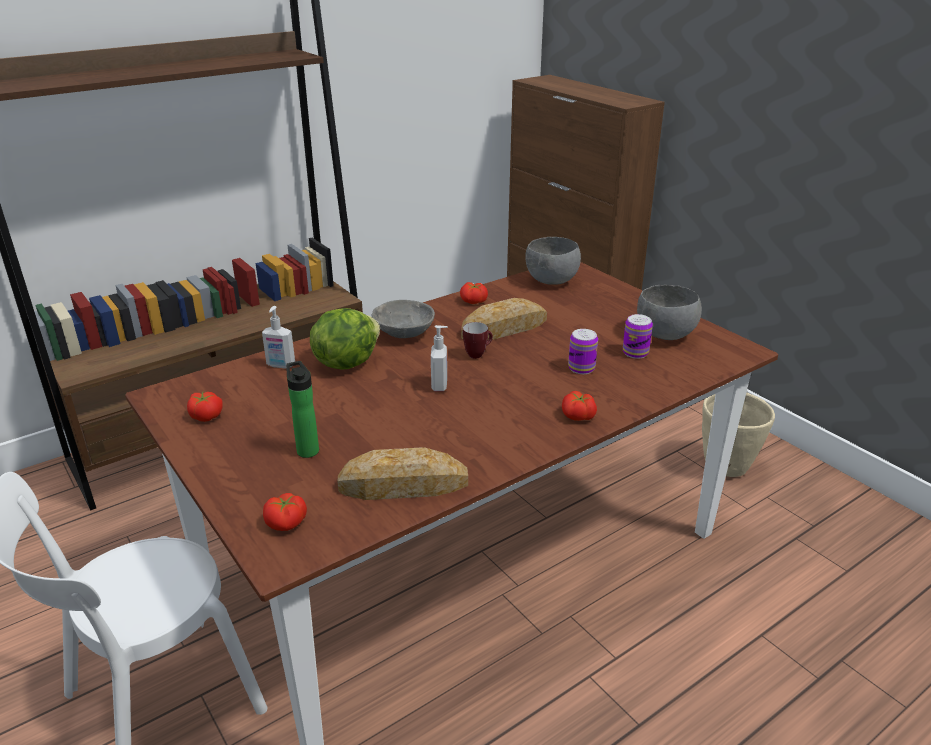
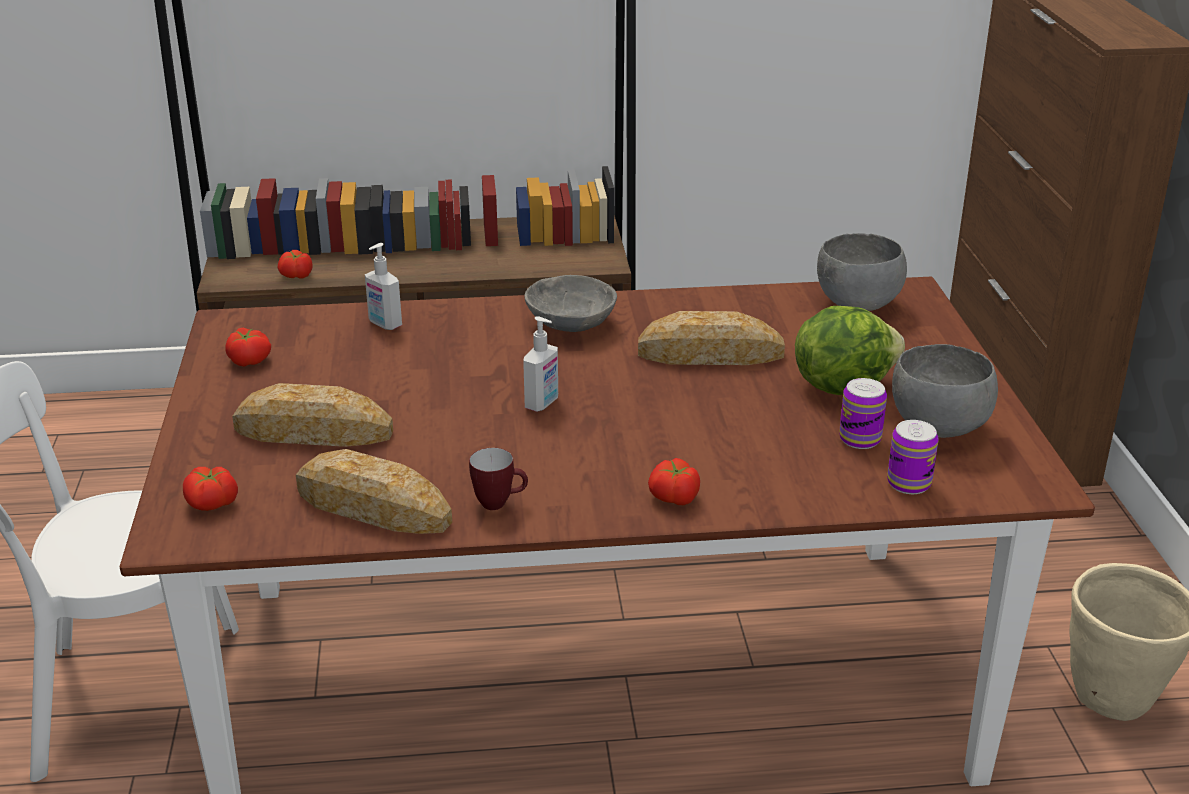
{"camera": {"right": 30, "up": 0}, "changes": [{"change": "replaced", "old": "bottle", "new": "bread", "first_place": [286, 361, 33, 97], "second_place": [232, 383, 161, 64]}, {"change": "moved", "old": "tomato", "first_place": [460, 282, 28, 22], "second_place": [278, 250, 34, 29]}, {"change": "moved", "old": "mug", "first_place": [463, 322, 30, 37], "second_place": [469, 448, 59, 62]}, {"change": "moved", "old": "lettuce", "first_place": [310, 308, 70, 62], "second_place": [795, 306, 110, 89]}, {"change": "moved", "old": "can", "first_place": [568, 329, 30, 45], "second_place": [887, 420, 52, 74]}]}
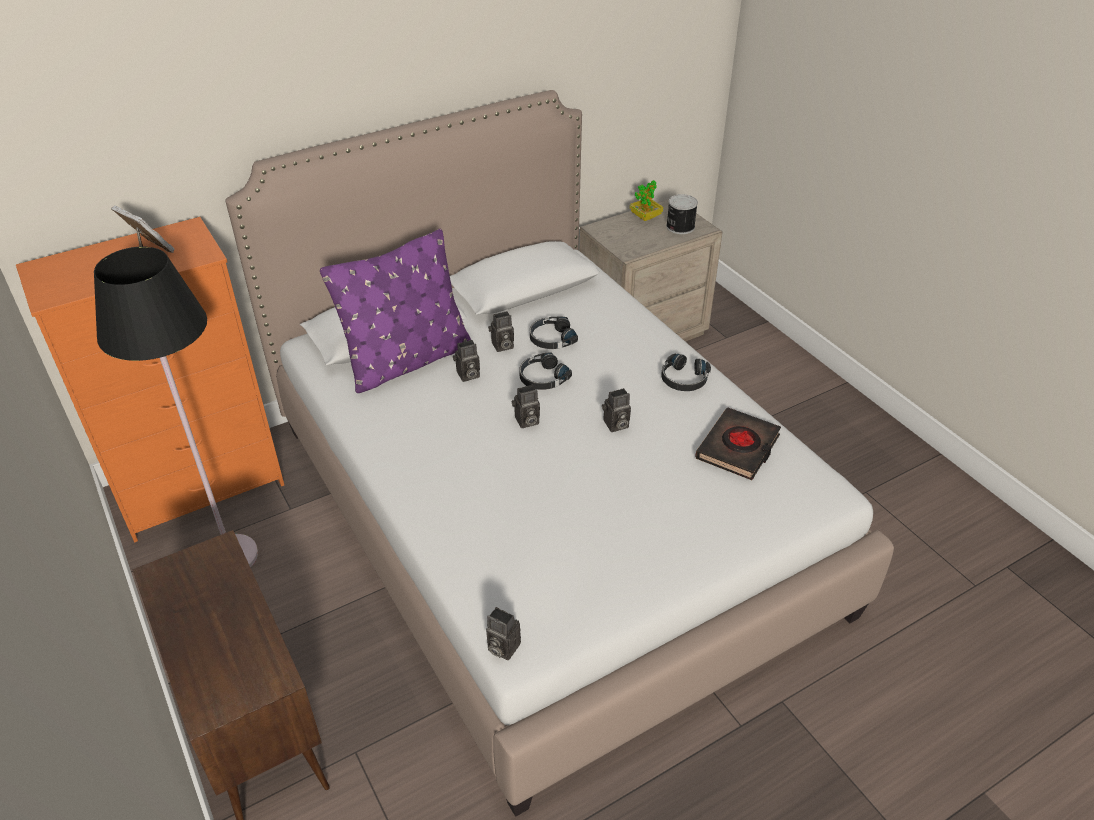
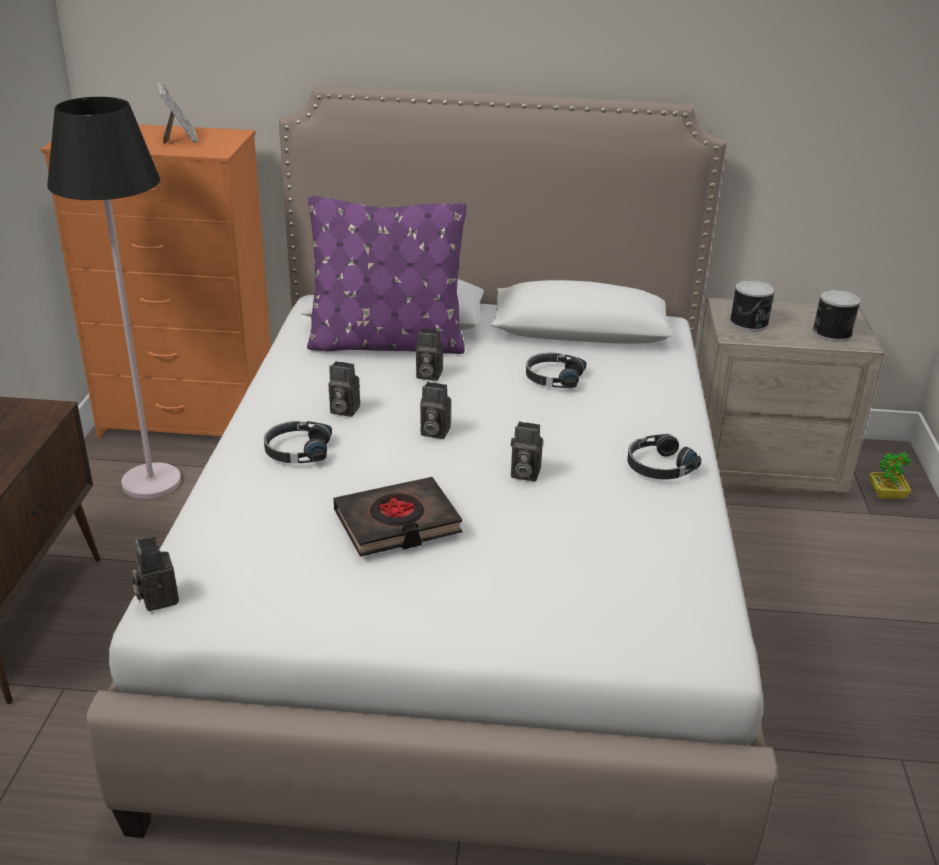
{"camera": {"right": 35, "up": -10}, "changes": [{"change": "moved", "old": "black headphones", "first_place": [519, 352, 53, 38], "second_place": [264, 421, 68, 42]}, {"change": "moved", "old": "photo camera", "first_place": [488, 311, 26, 41], "second_place": [328, 361, 32, 56]}, {"change": "moved", "old": "black book", "first_place": [695, 407, 86, 73], "second_place": [333, 477, 130, 80]}, {"change": "added", "new": "can", "second_place": [730, 280, 45, 51]}, {"change": "moved", "old": "potted plant", "first_place": [630, 180, 33, 41], "second_place": [869, 452, 42, 47]}]}
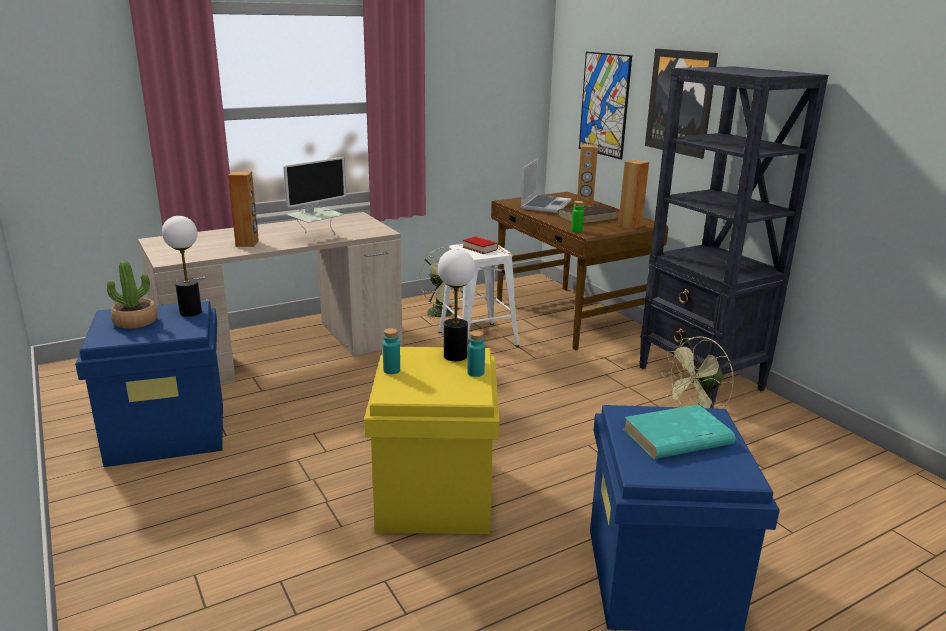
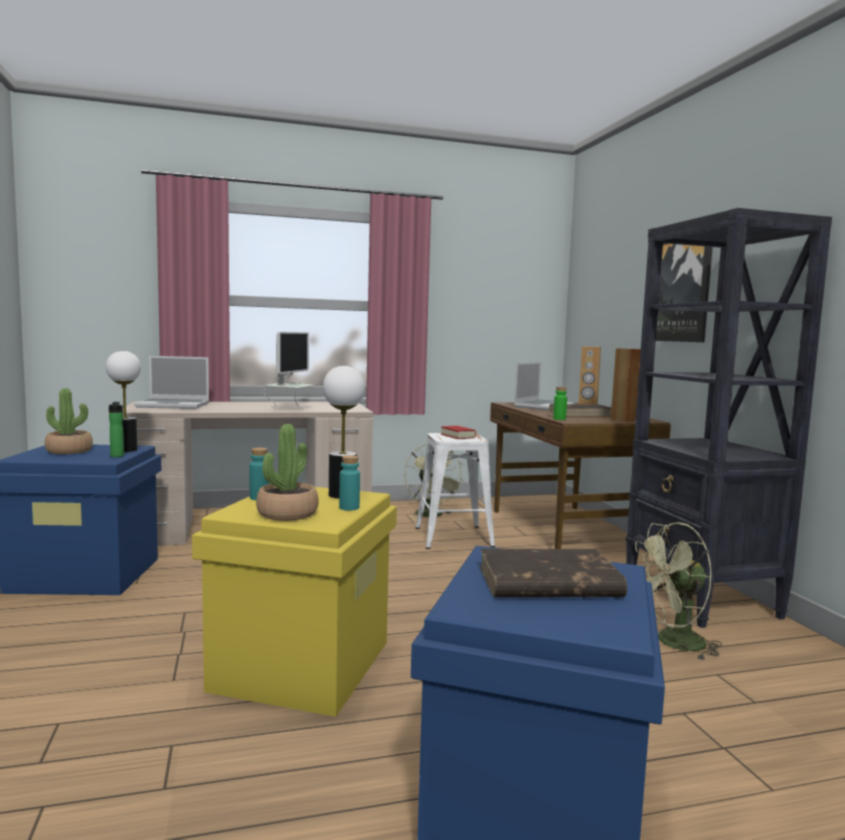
{"camera": {"right": 15, "up": -15}, "changes": [{"change": "added", "new": "bottle", "second_place": [109, 402, 15, 55]}, {"change": "added", "new": "laptop", "second_place": [134, 356, 75, 53]}, {"change": "added", "new": "potted plant", "second_place": [256, 424, 63, 97]}, {"change": "turned", "old": "monitor", "first_place": [283, 157, 63, 77], "second_place": [263, 332, 52, 75], "degrees": -45}, {"change": "recoloured", "old": "turquoise book", "new": "brown book", "first_place": [624, 404, 111, 55], "second_place": [479, 549, 148, 48]}, {"change": "removed", "old": "brown speaker", "first_place": [228, 171, 31, 76]}, {"change": "removed", "old": "picture", "first_place": [579, 52, 53, 107]}]}
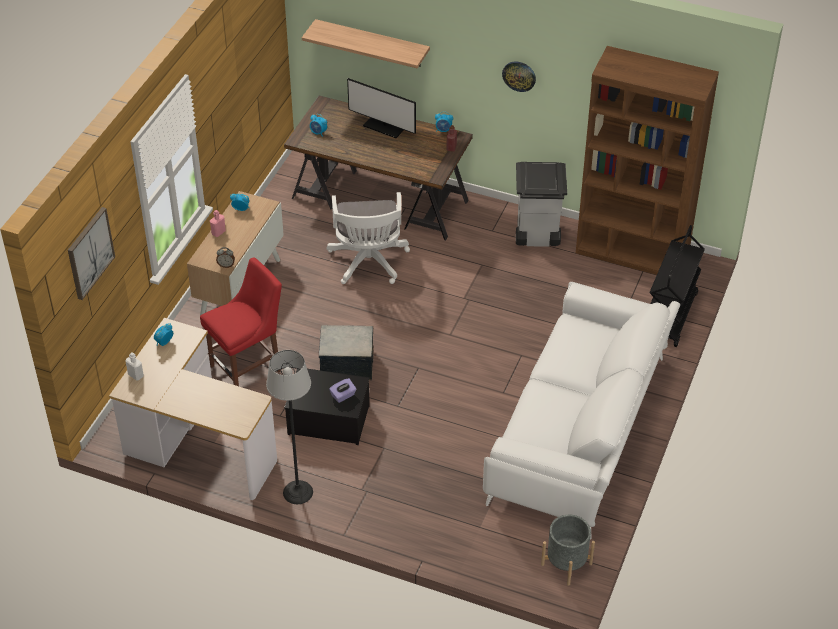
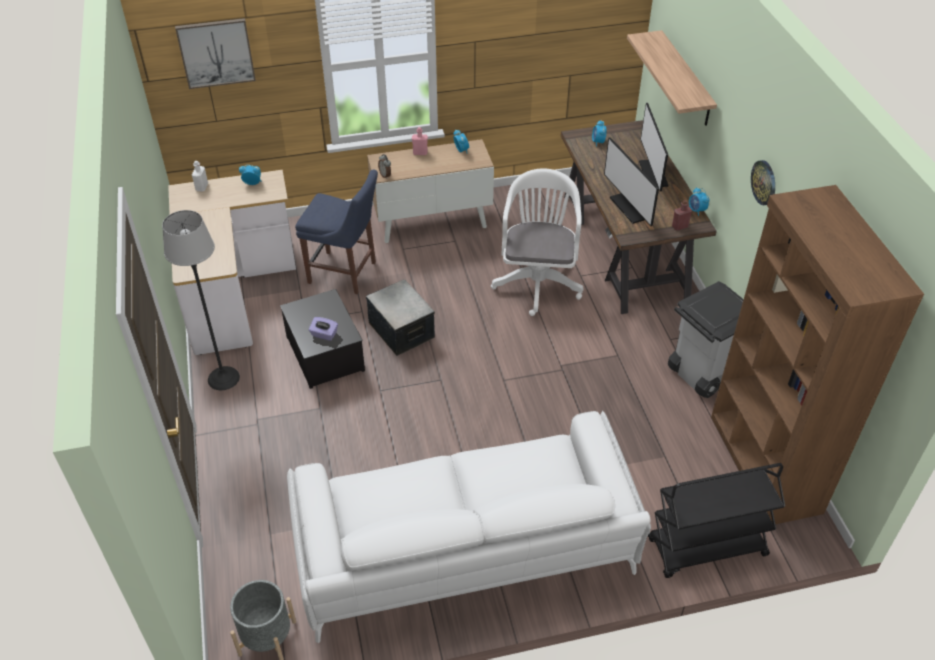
{"camera": {"right": 55, "up": 0}, "changes": [{"change": "recoloured", "old": "red chair", "new": "blue chair", "first_place": [200, 257, 82, 129], "second_place": [295, 170, 83, 124]}, {"change": "turned", "old": "white office chair", "first_place": [327, 192, 83, 92], "second_place": [491, 168, 92, 148], "degrees": 135}, {"change": "added", "new": "monitor", "second_place": [604, 137, 55, 89]}]}
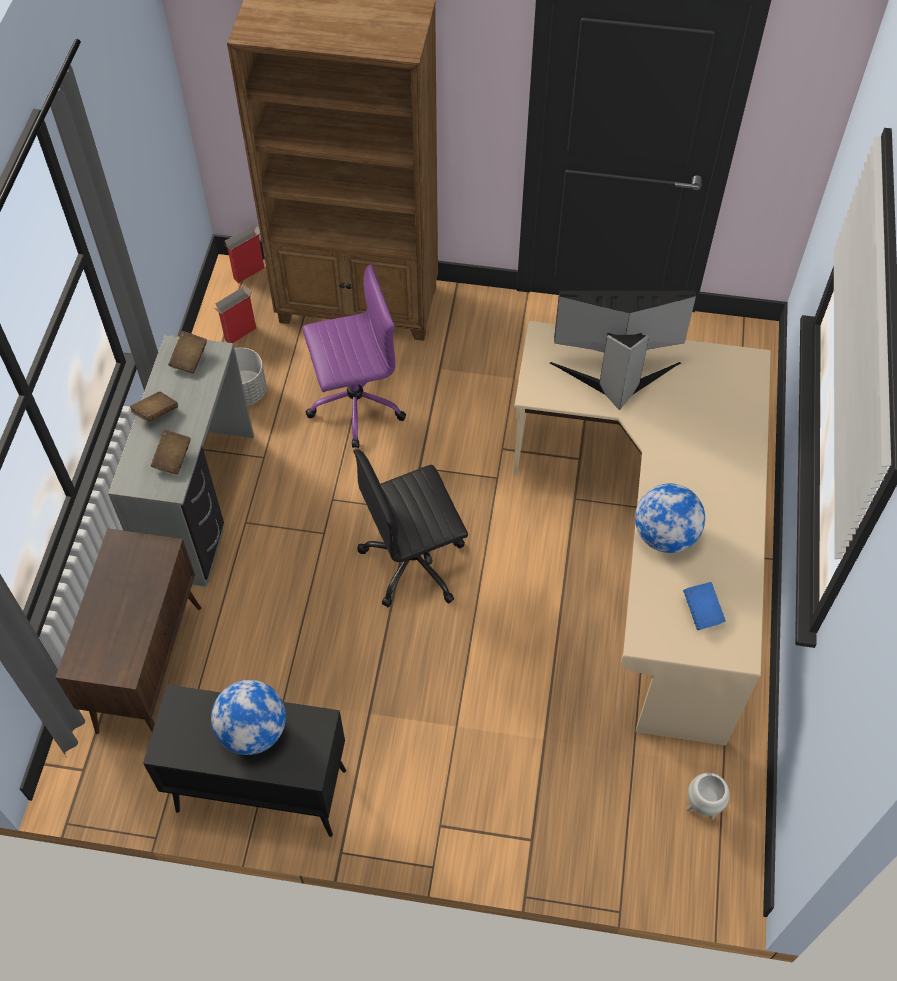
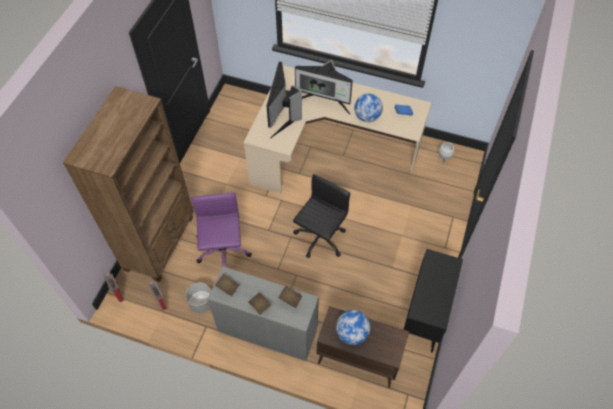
{"camera": {"right": -80, "up": 0}, "changes": [{"change": "turned", "old": "black office chair", "first_place": [353, 449, 115, 159], "second_place": [293, 174, 57, 84], "degrees": -135}, {"change": "added", "new": "monitor", "second_place": [295, 60, 58, 54]}, {"change": "moved", "old": "globe", "first_place": [211, 680, 75, 75], "second_place": [336, 310, 35, 35]}]}
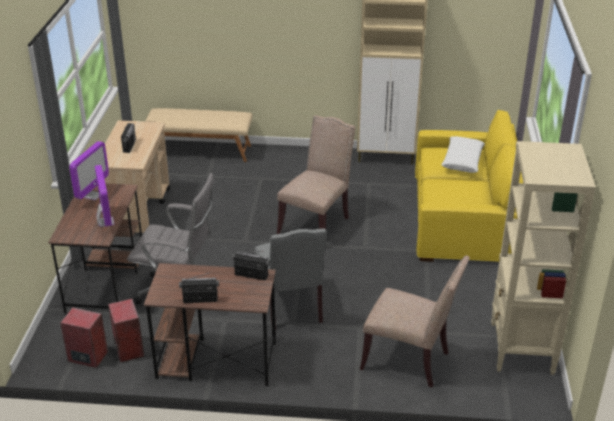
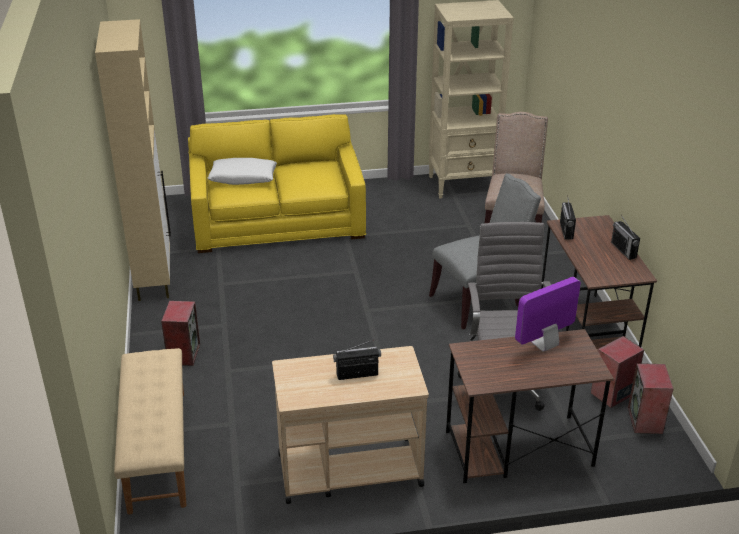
{"camera": {"right": -105, "up": 0}, "changes": [{"change": "added", "new": "speaker", "second_place": [161, 301, 39, 65]}, {"change": "removed", "old": "monitor", "first_place": [69, 141, 40, 59]}, {"change": "removed", "old": "beige chair", "first_place": [277, 115, 78, 119]}]}
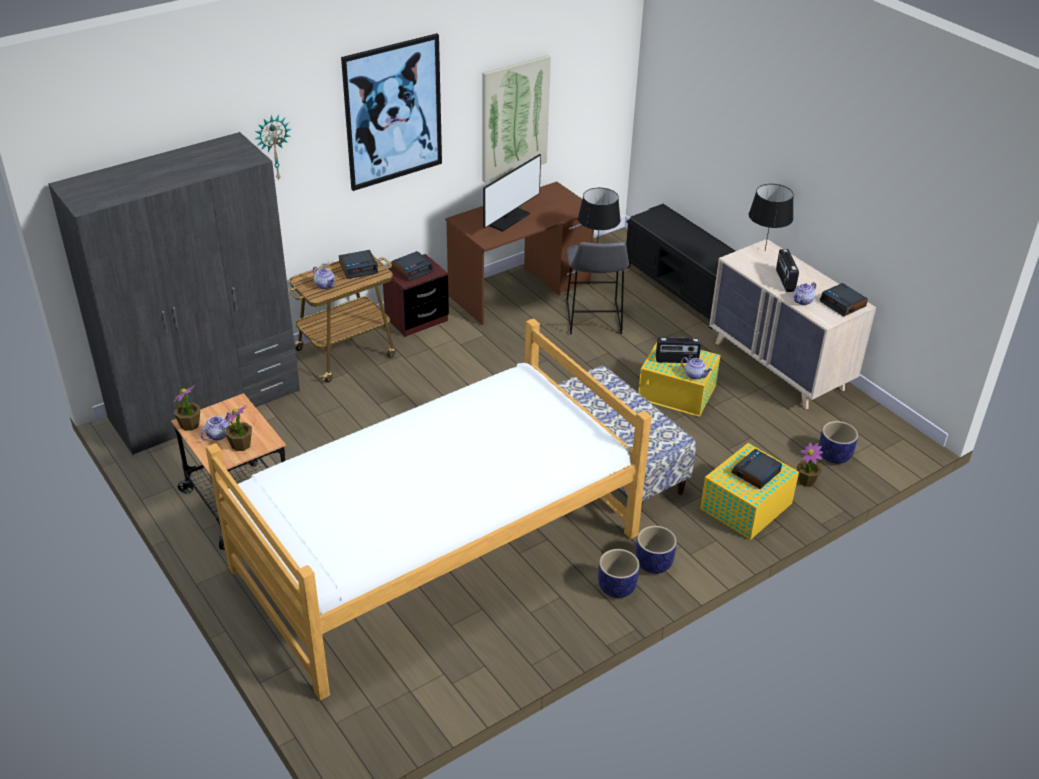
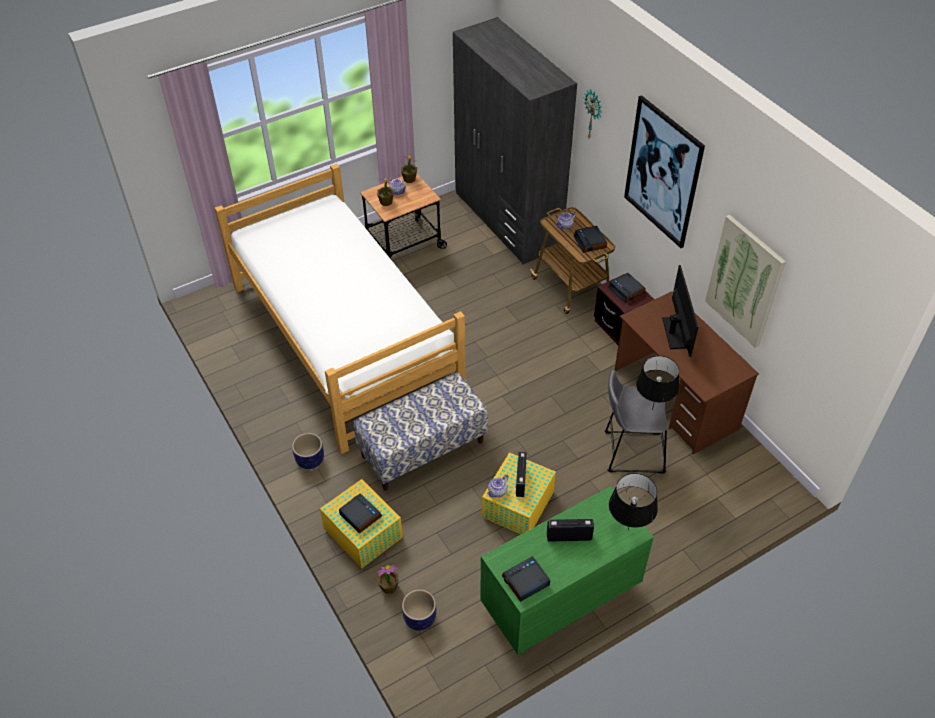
{"camera": {"right": 95, "up": 10}, "changes": [{"change": "recoloured", "old": "beige dresser", "new": "green dresser", "first_place": [709, 239, 167, 170], "second_place": [480, 486, 174, 169]}, {"change": "turned", "old": "monitor", "first_place": [483, 154, 58, 78], "second_place": [662, 265, 36, 92], "degrees": -135}, {"change": "removed", "old": "planter", "first_place": [598, 549, 41, 49]}, {"change": "removed", "old": "black bench", "first_place": [626, 204, 109, 125]}, {"change": "removed", "old": "teapot", "first_place": [793, 282, 23, 23]}]}
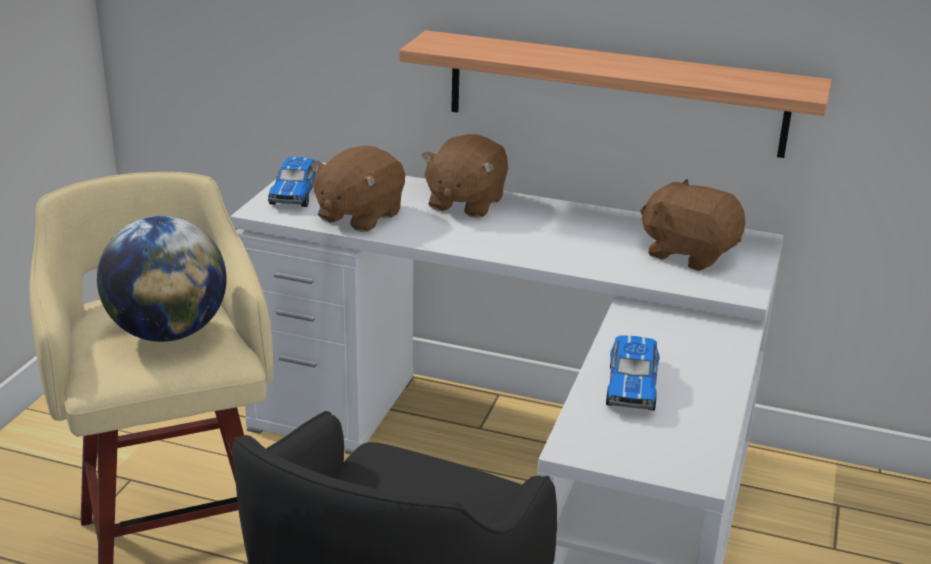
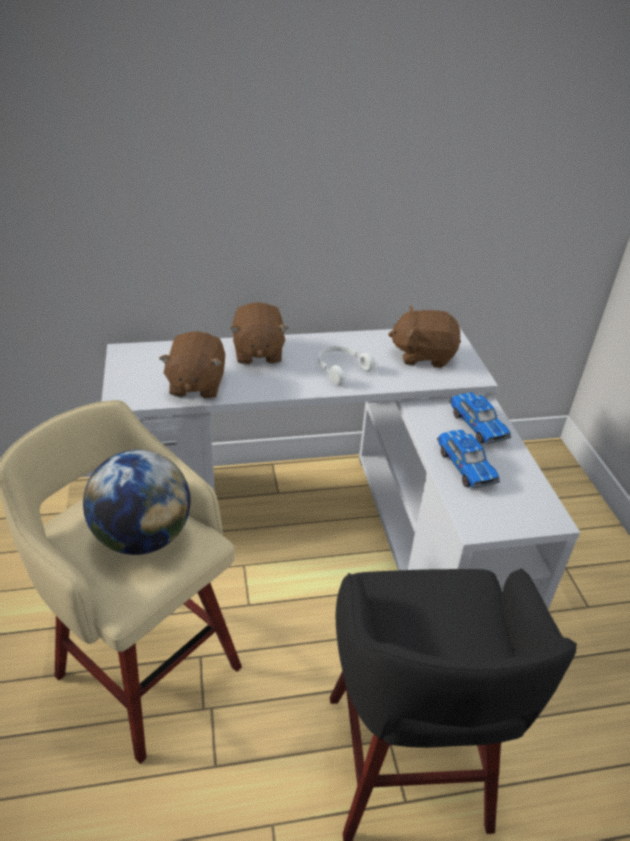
{"camera": {"right": -30, "up": 10}, "changes": [{"change": "added", "new": "white headphones", "second_place": [318, 346, 57, 38]}, {"change": "moved", "old": "toy car", "first_place": [268, 157, 52, 50], "second_place": [449, 392, 62, 52]}, {"change": "removed", "old": "shelf", "first_place": [399, 30, 433, 128]}]}
